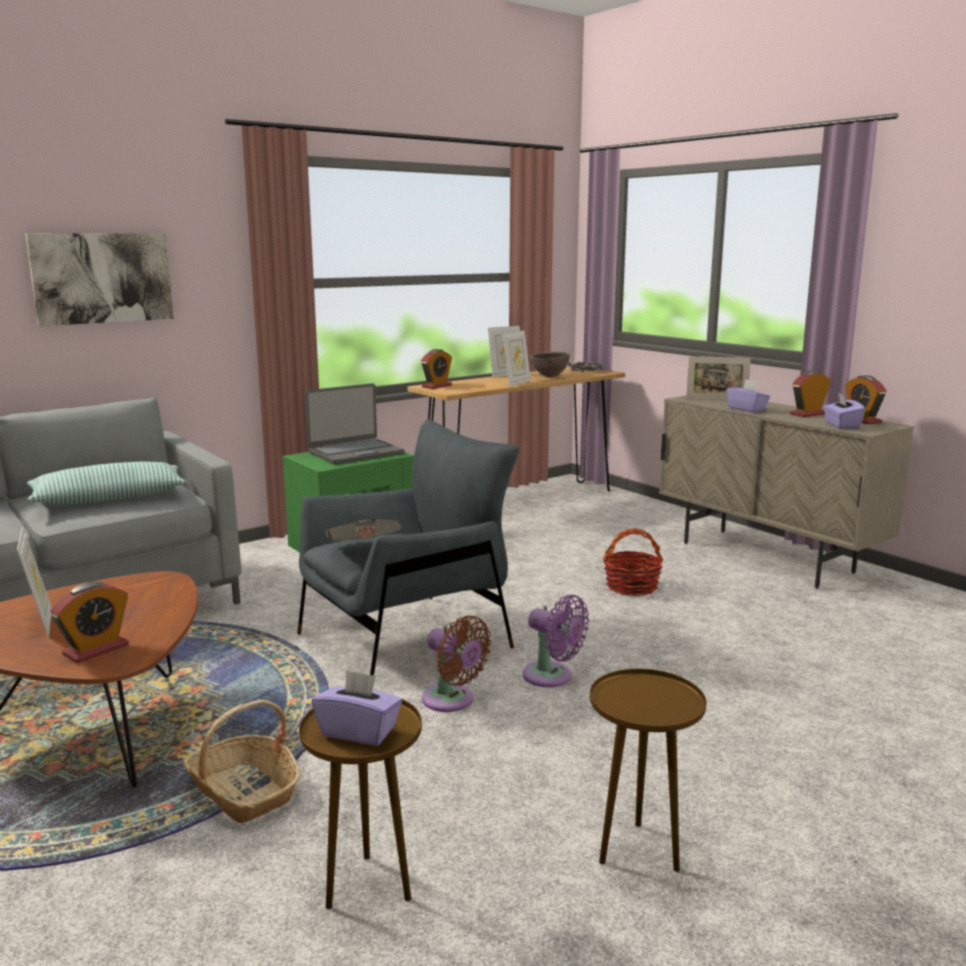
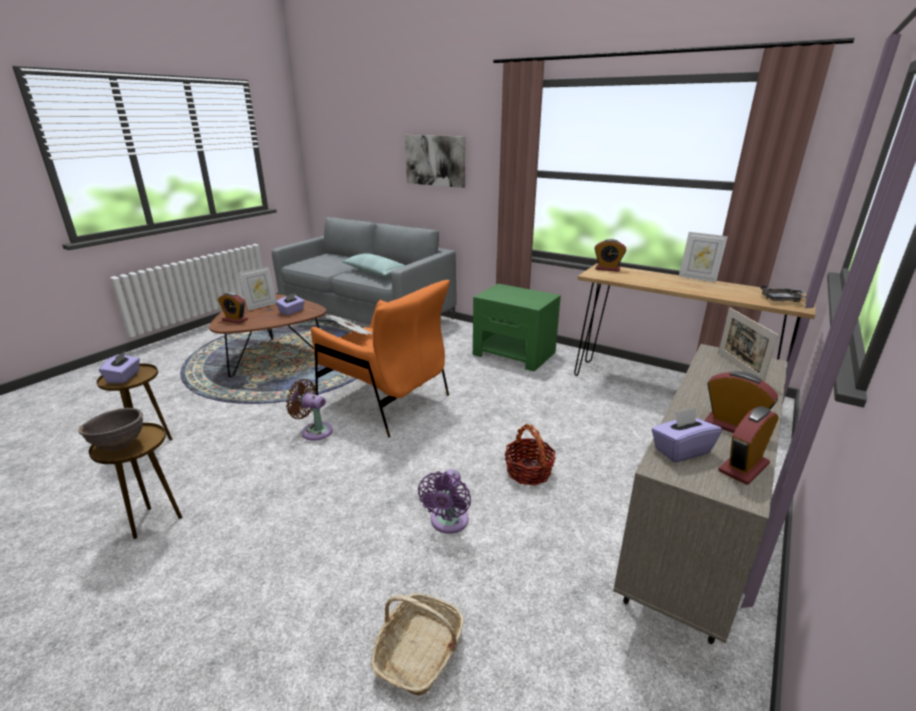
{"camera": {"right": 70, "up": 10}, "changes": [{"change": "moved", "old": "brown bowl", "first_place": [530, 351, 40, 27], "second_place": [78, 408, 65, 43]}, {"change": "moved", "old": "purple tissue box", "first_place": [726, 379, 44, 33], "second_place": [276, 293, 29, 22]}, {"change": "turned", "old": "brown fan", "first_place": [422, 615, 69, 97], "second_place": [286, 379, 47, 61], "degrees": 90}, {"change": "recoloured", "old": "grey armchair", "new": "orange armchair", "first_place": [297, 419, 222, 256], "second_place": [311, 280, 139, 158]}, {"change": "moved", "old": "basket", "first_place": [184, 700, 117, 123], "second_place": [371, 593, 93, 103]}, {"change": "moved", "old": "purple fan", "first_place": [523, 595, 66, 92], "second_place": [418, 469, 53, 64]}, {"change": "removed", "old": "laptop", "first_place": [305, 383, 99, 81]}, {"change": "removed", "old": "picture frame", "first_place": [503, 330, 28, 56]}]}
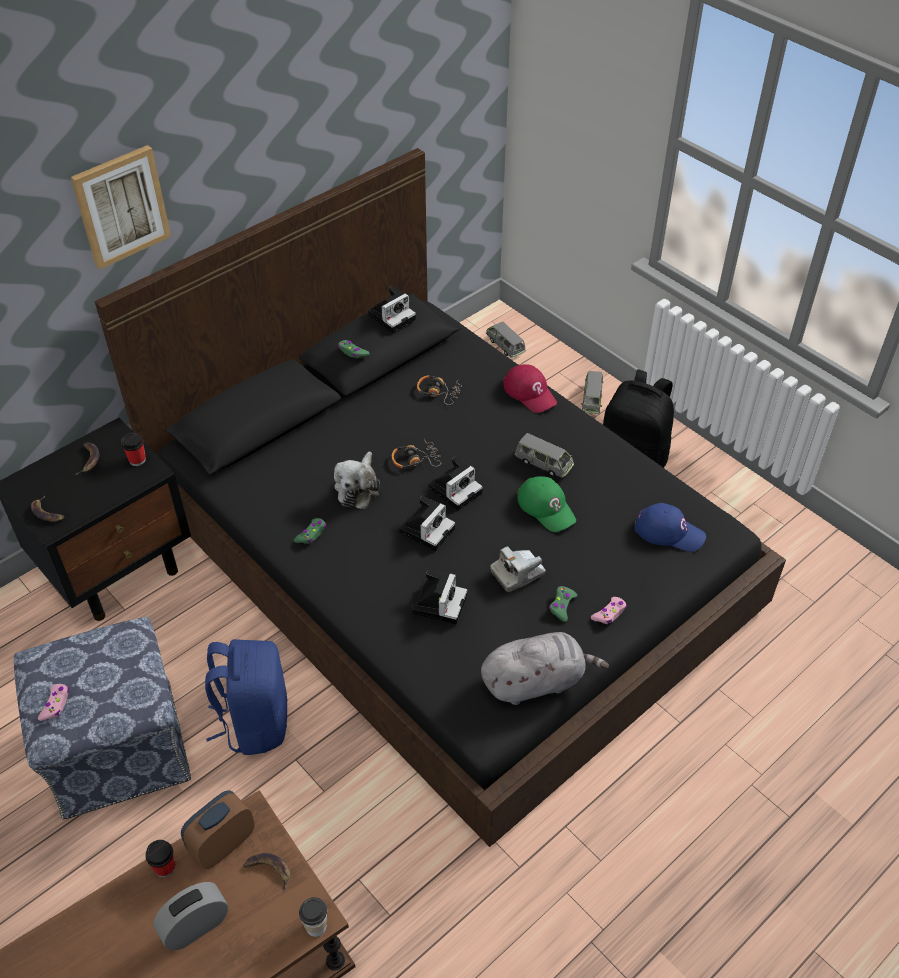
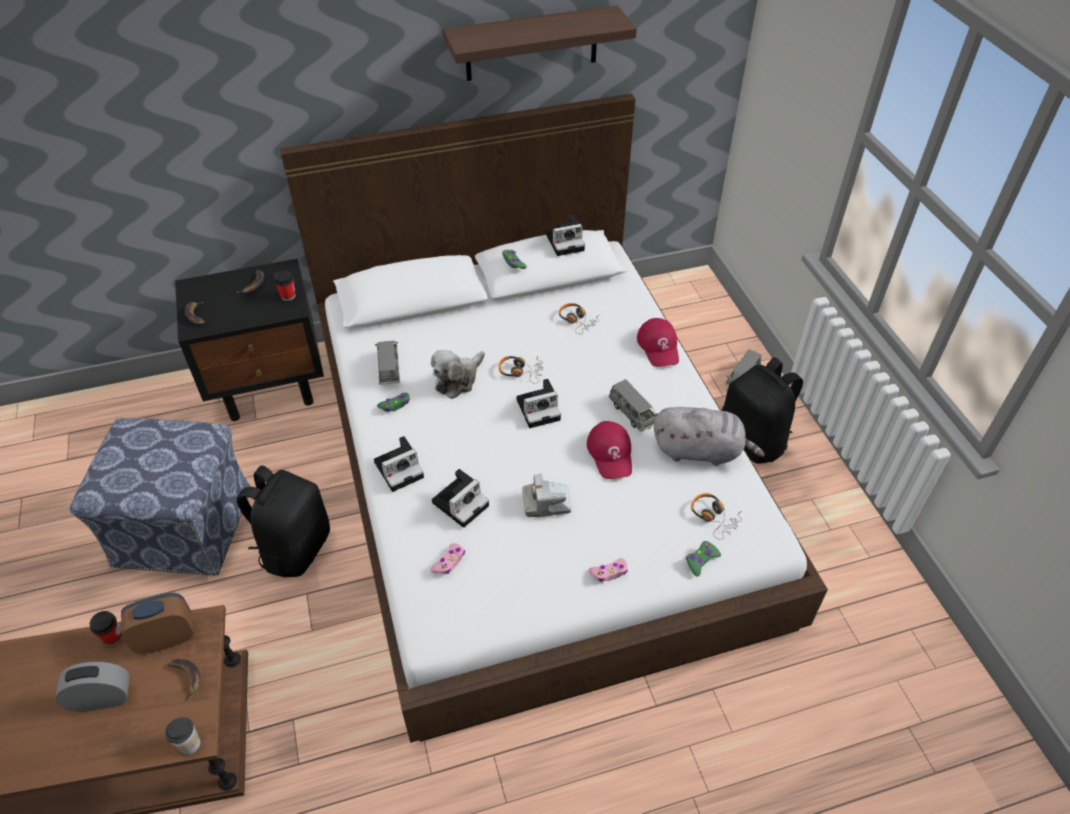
{"camera": {"right": 25, "up": 0}, "changes": [{"change": "recoloured", "old": "blue backpack", "new": "black backpack", "first_place": [205, 639, 82, 116], "second_place": [237, 465, 93, 112]}, {"change": "recoloured", "old": "black bed", "new": "white bed", "first_place": [95, 148, 691, 699], "second_place": [280, 94, 548, 649]}, {"change": "moved", "old": "photo camera", "first_place": [399, 496, 56, 55], "second_place": [374, 436, 50, 56]}, {"change": "moved", "old": "grey toy car", "first_place": [486, 322, 40, 36], "second_place": [375, 341, 25, 44]}, {"change": "moved", "old": "pink game controller", "first_place": [38, 684, 31, 37], "second_place": [430, 543, 35, 31]}, {"change": "added", "new": "shelf", "second_place": [443, 5, 194, 76]}, {"change": "recoloured", "old": "green cap", "new": "red cap", "first_place": [517, 476, 59, 56], "second_place": [587, 421, 45, 58]}, {"change": "moved", "old": "grey plush toy", "first_place": [481, 632, 128, 73], "second_place": [654, 407, 111, 59]}, {"change": "moved", "old": "green game controller", "first_place": [549, 586, 28, 36], "second_place": [686, 541, 35, 36]}, {"change": "replaced", "old": "blue cap", "new": "headphones", "first_place": [634, 503, 72, 49], "second_place": [691, 493, 51, 47]}, {"change": "removed", "old": "picture", "first_place": [71, 145, 100, 124]}]}
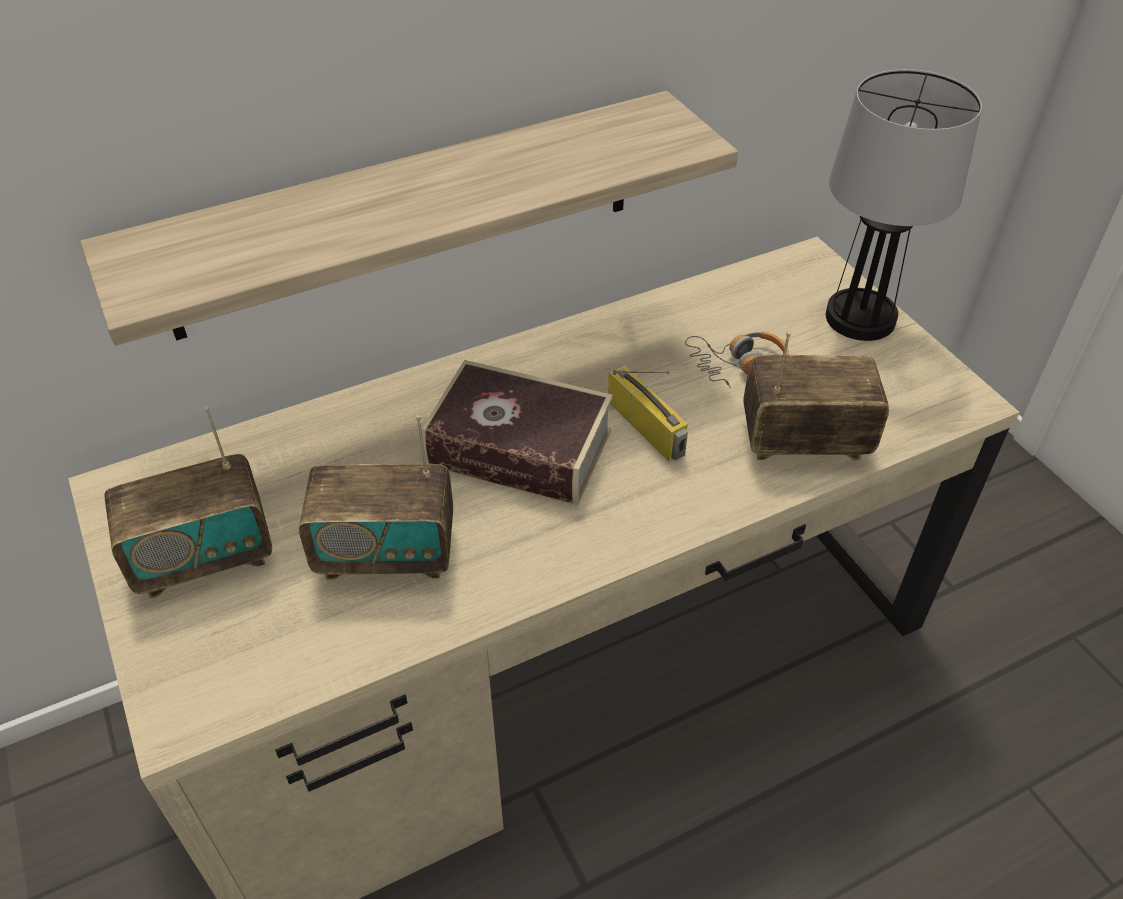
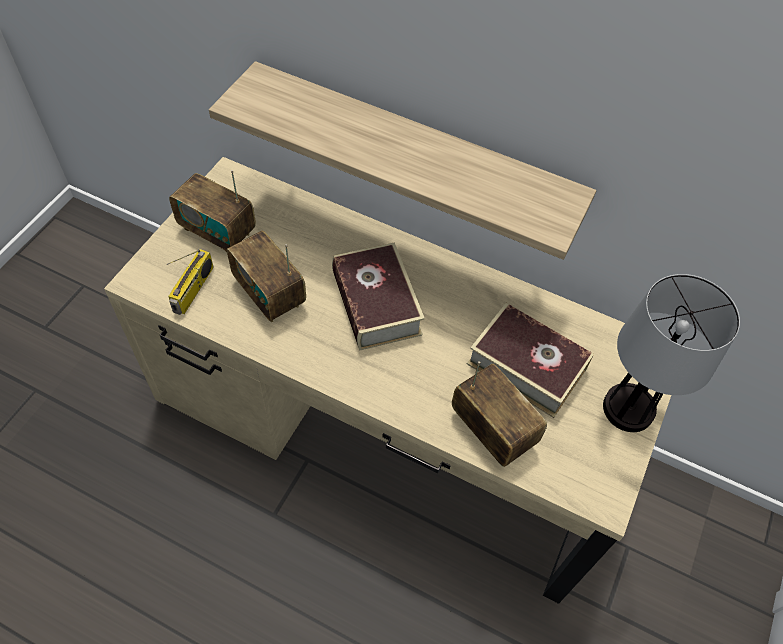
{"camera": {"right": 50, "up": 10}, "changes": [{"change": "moved", "old": "radio", "first_place": [608, 365, 80, 96], "second_place": [166, 249, 48, 66]}, {"change": "replaced", "old": "headphones", "new": "book", "first_place": [685, 332, 104, 56], "second_place": [467, 303, 127, 115]}]}
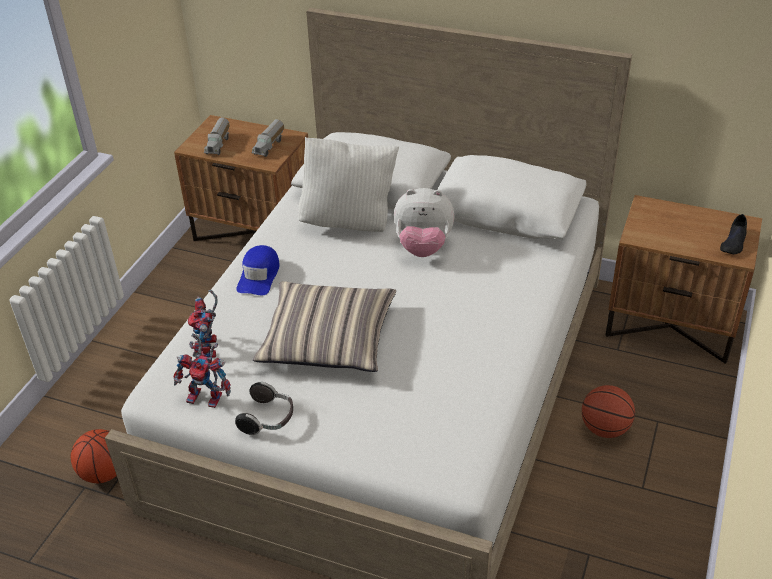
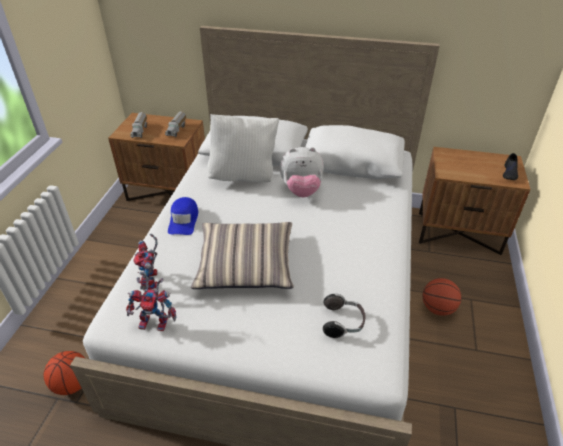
{"camera": {"right": -10, "up": 0}, "changes": [{"change": "moved", "old": "headphones", "first_place": [235, 382, 58, 53], "second_place": [323, 293, 43, 45]}]}
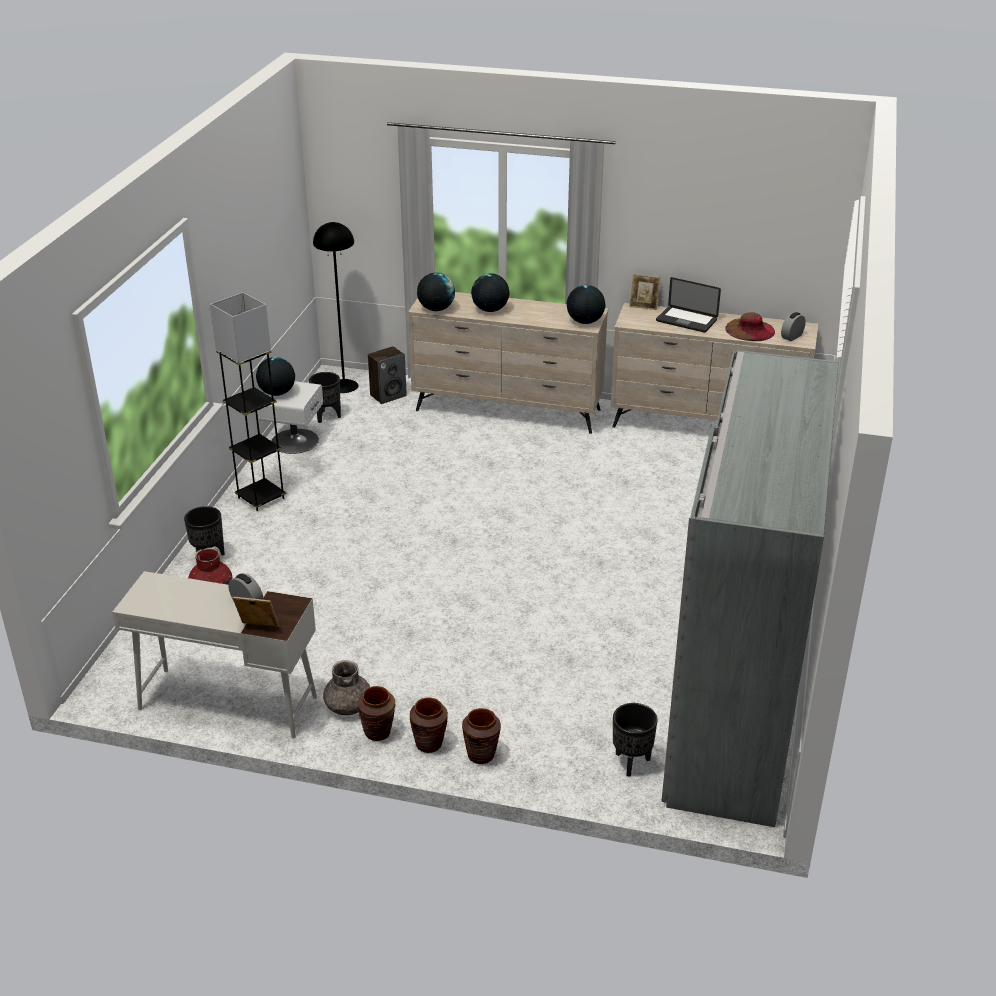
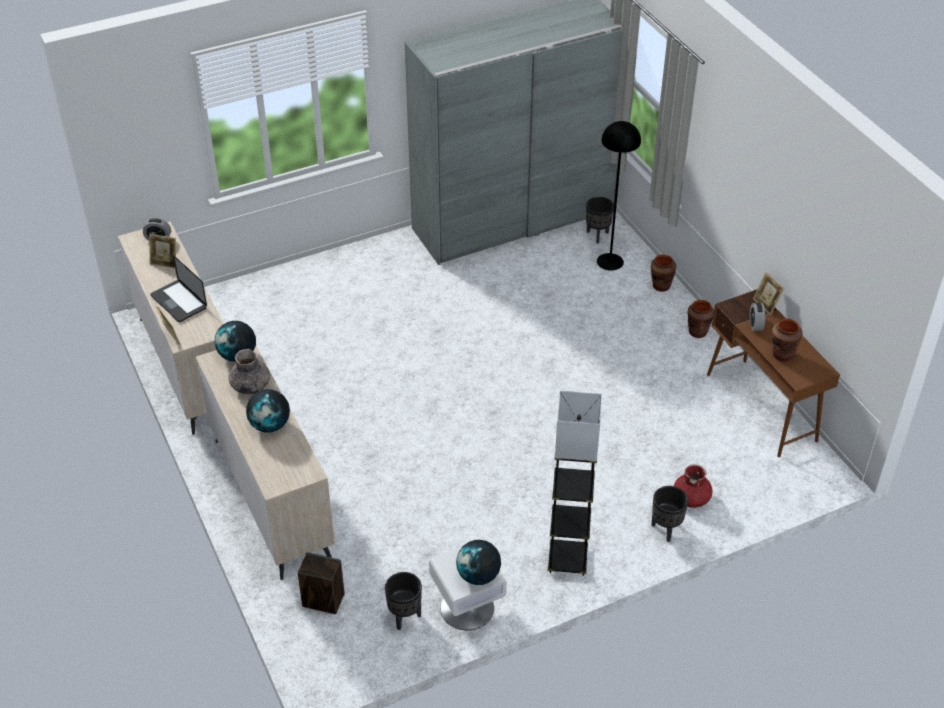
{"camera": {"right": -130, "up": 10}, "changes": [{"change": "replaced", "old": "brown hat", "new": "picture frame", "first_place": [725, 312, 50, 29], "second_place": [149, 234, 27, 35]}, {"change": "turned", "old": "laptop", "first_place": [656, 277, 65, 56], "second_place": [151, 255, 56, 67], "degrees": 150}, {"change": "moved", "old": "grey vase", "first_place": [323, 660, 47, 55], "second_place": [228, 349, 42, 45]}, {"change": "moved", "old": "black floor lamp", "first_place": [313, 222, 45, 171], "second_place": [597, 121, 44, 150]}, {"change": "recoloured", "old": "white desk", "new": "brown desk", "first_place": [112, 571, 205, 168], "second_place": [707, 289, 133, 168]}, {"change": "moved", "old": "brown vase", "first_place": [410, 697, 38, 56], "second_place": [772, 318, 31, 44]}, {"change": "removed", "old": "globe", "first_place": [417, 273, 38, 38]}]}
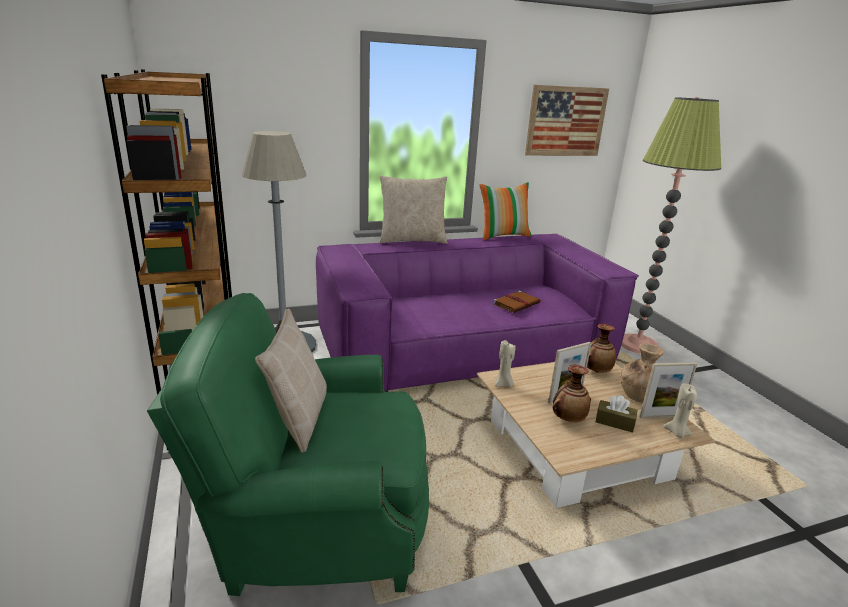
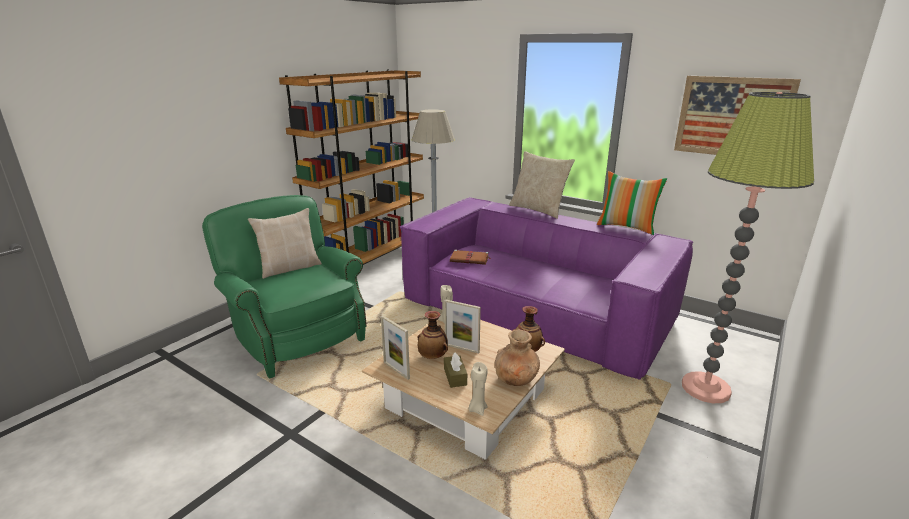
{"camera": {"right": 55, "up": 0}, "changes": [{"change": "moved", "old": "picture frame", "first_place": [640, 362, 57, 56], "second_place": [381, 315, 29, 65]}, {"change": "moved", "old": "brown book", "first_place": [493, 291, 48, 22], "second_place": [450, 250, 40, 15]}]}
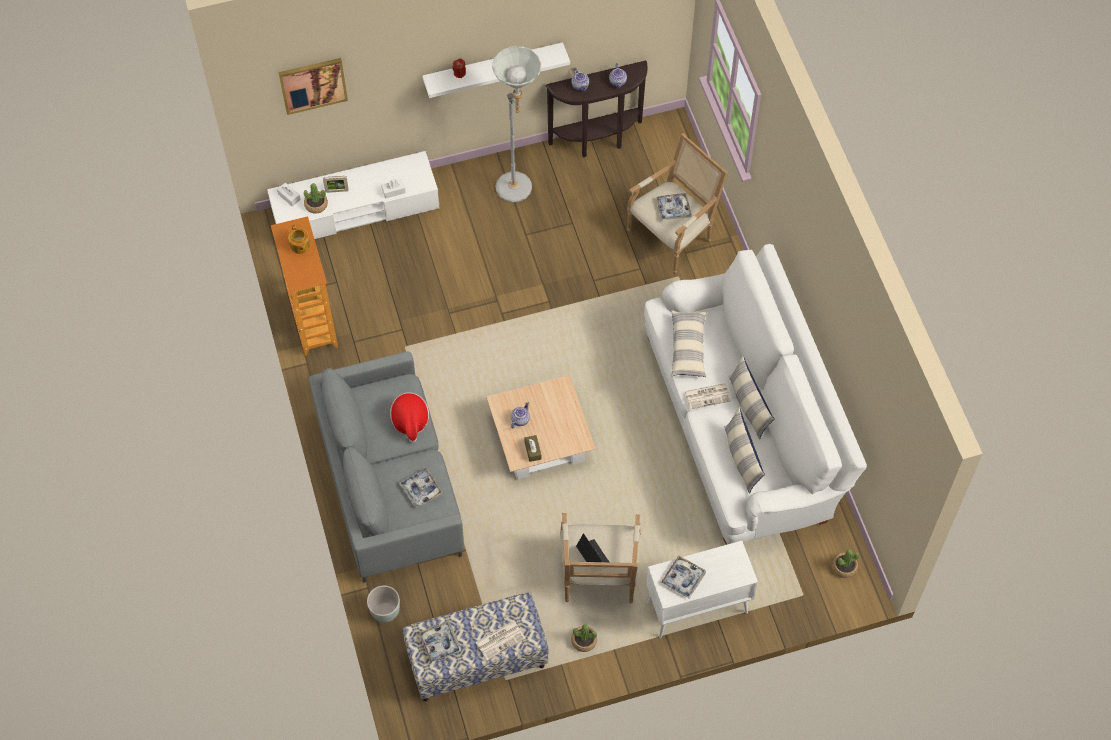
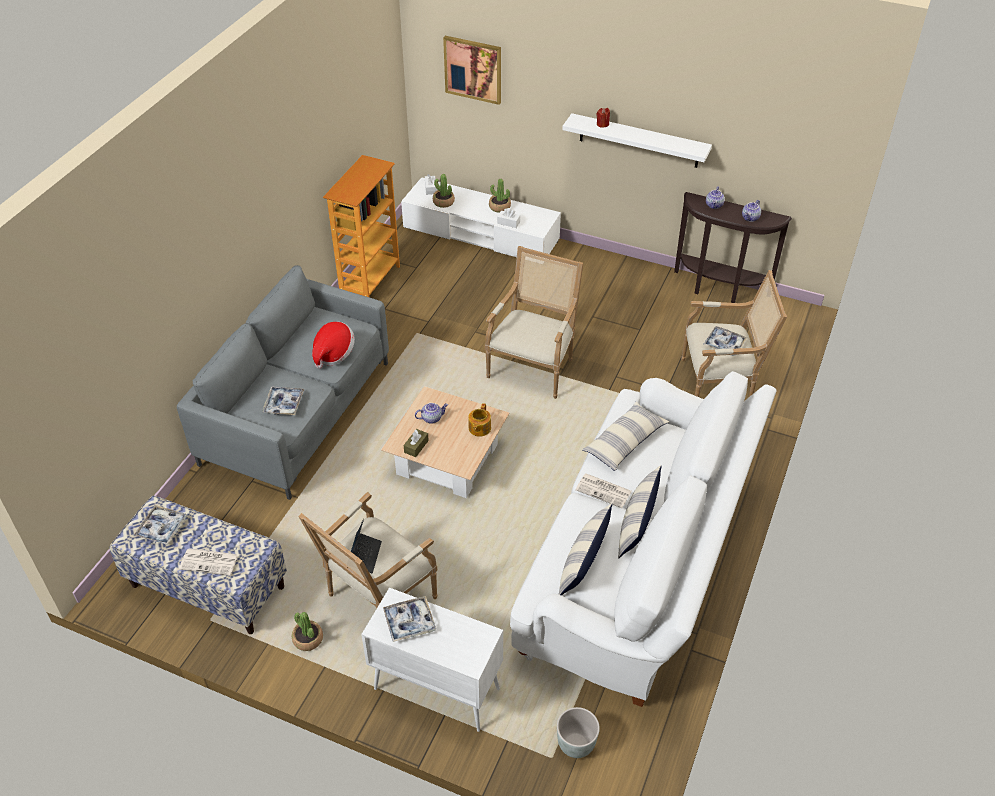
{"camera": {"right": 40, "up": -15}, "changes": [{"change": "moved", "old": "teapot", "first_place": [288, 224, 23, 30], "second_place": [468, 403, 23, 34]}, {"change": "added", "new": "armchair", "second_place": [485, 246, 99, 153]}, {"change": "moved", "old": "potted plant", "first_place": [832, 549, 27, 29], "second_place": [489, 179, 22, 34]}, {"change": "moved", "old": "grey planter", "first_place": [367, 586, 33, 36], "second_place": [557, 707, 43, 51]}, {"change": "removed", "old": "picture frame", "first_place": [323, 176, 26, 17]}, {"change": "removed", "old": "grey floor lamp", "first_place": [492, 46, 49, 156]}]}
